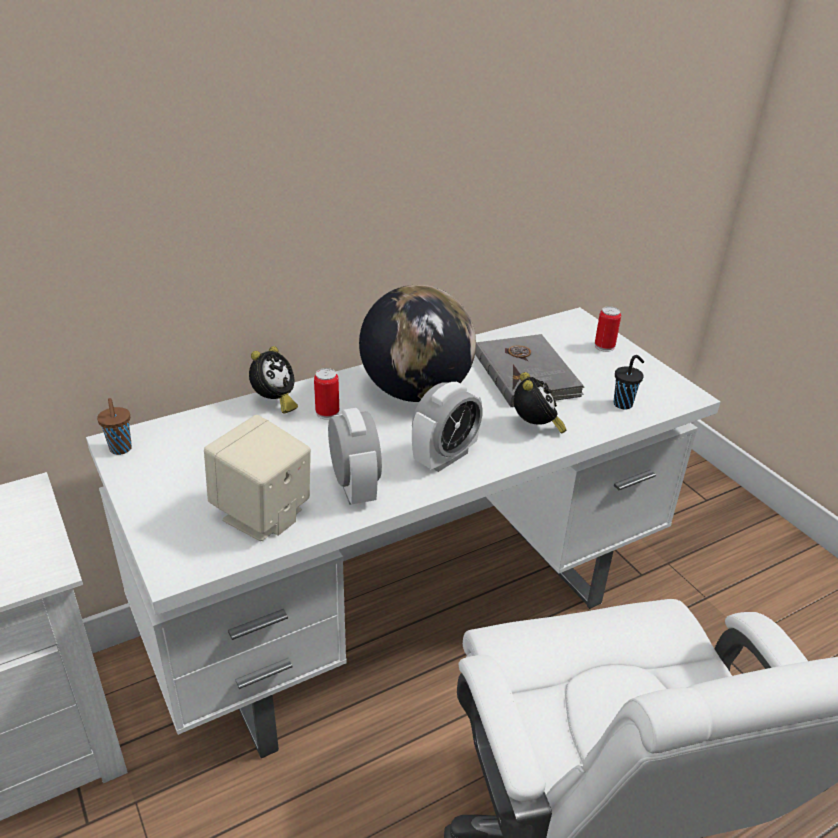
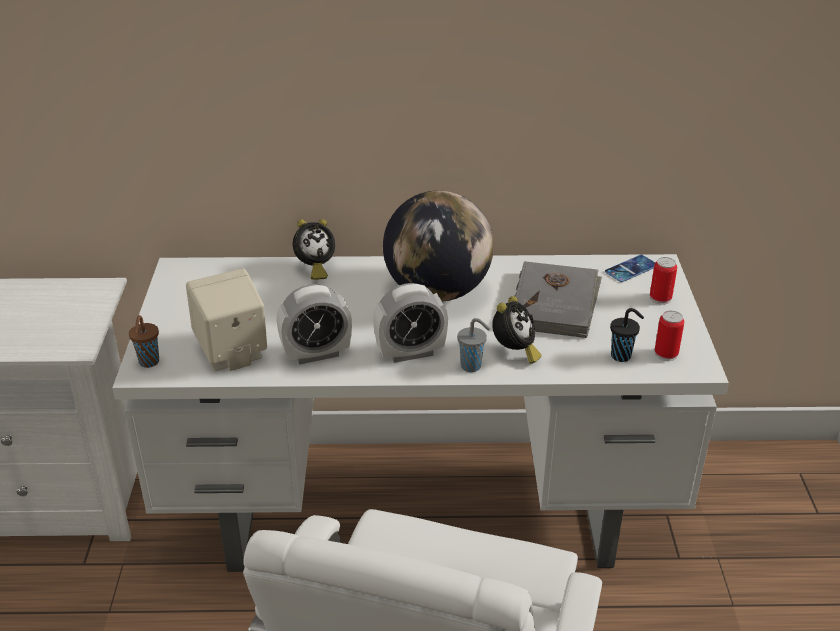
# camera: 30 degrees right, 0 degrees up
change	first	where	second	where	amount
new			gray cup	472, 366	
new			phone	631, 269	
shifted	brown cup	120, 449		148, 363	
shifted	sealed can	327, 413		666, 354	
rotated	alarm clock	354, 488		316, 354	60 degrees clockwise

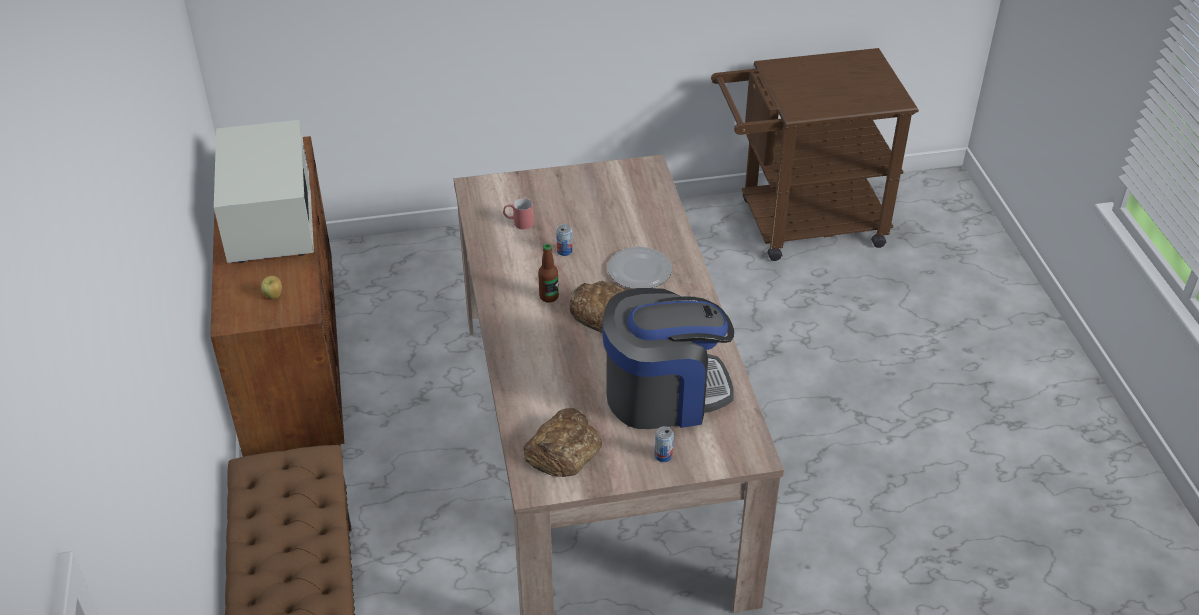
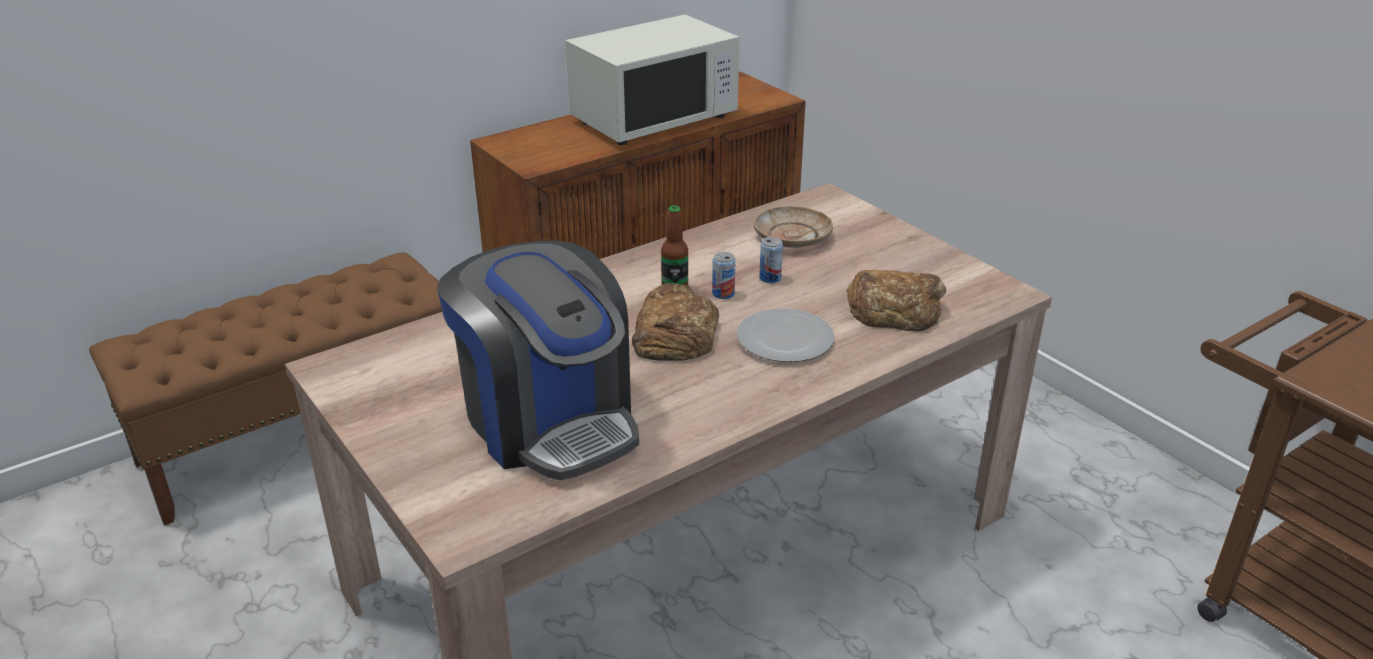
# camera: 65 degrees right, 10 degrees down
change	first	where	second	where	amount
gone	apple fruit	274, 295			
shifted	bread	563, 449		894, 309	
shifted	sealed can	663, 455		723, 294	
swapped	red-coloured coffee mug	518, 223	beige dinner plate	792, 237	

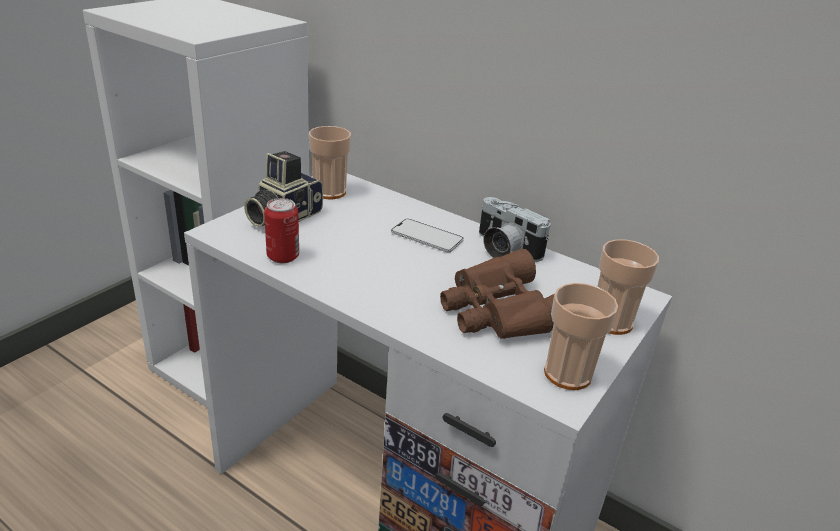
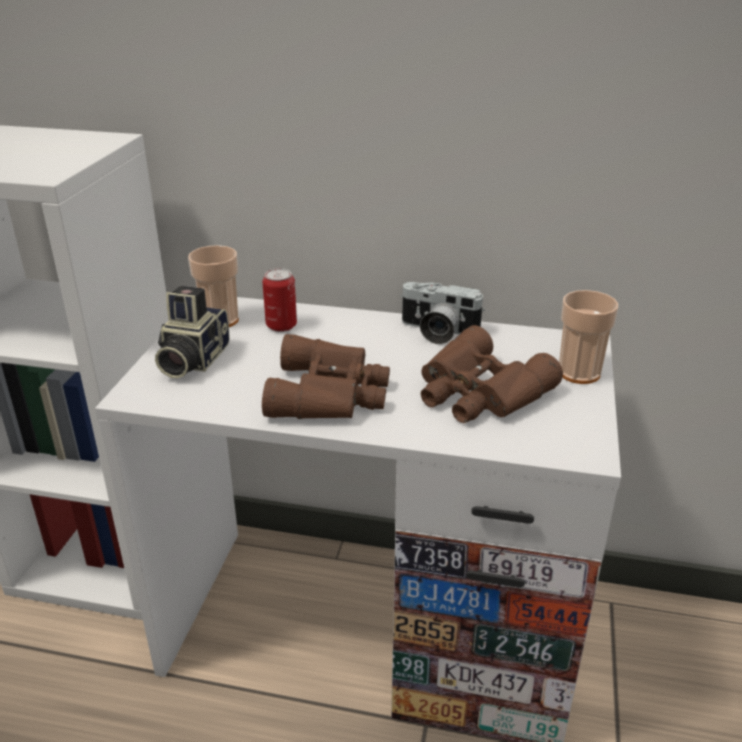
# camera: 20 degrees left, 0 degrees up
change	first	where	second	where	amount
gone	phone	427, 236			
gone	cup	567, 374			
new			brown binoculars	331, 393	
shifted	sealed can	283, 256		281, 326	

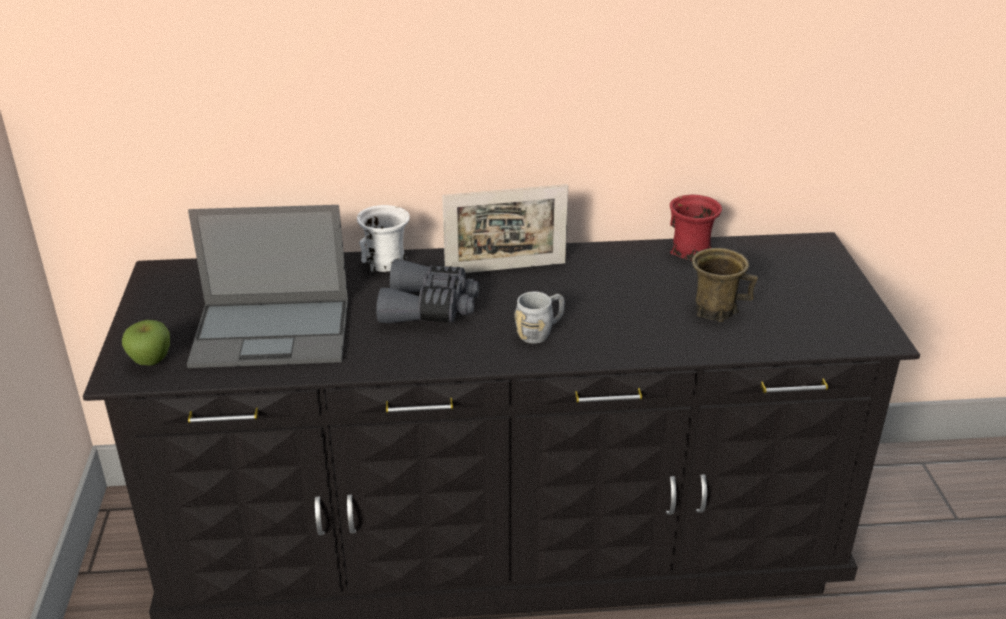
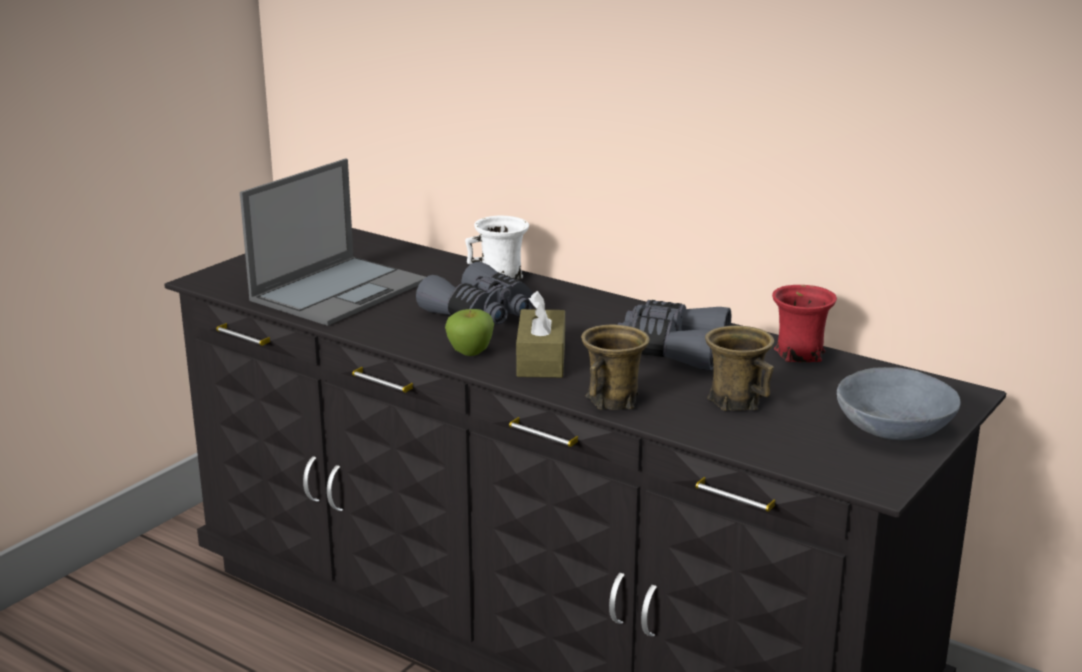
# camera: 40 degrees right, 10 degrees down
change	first	where	second	where	amount
gone	standing frame	505, 268			
new			brown coffee mug	614, 400	
new			gray binoculars	672, 349	
new			gray deep dish	895, 429	
shifted	apple fruit	151, 360		470, 352	
swapped	gray coffee mug	540, 332	brown box of tissues	541, 359	
rotated	portable computer	274, 332		340, 290	90 degrees counterclockwise

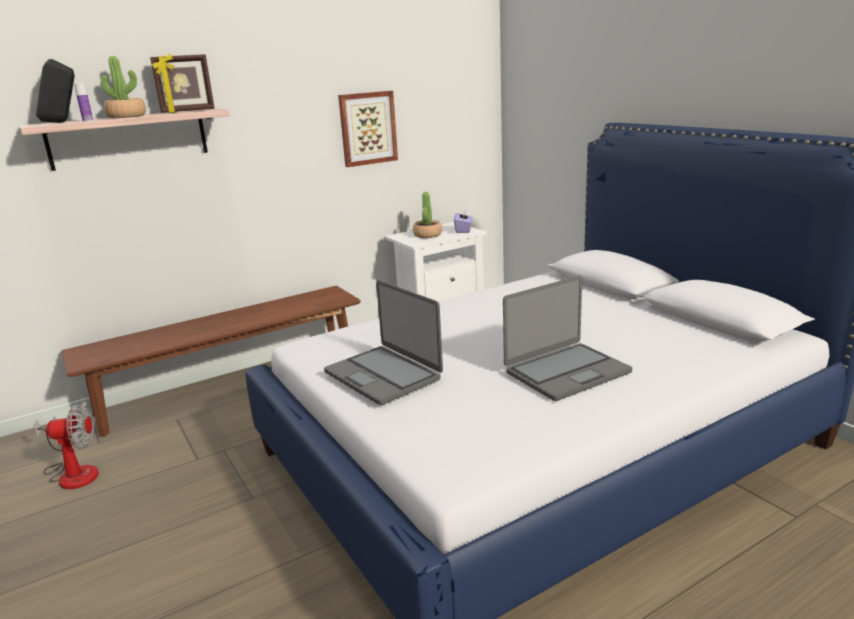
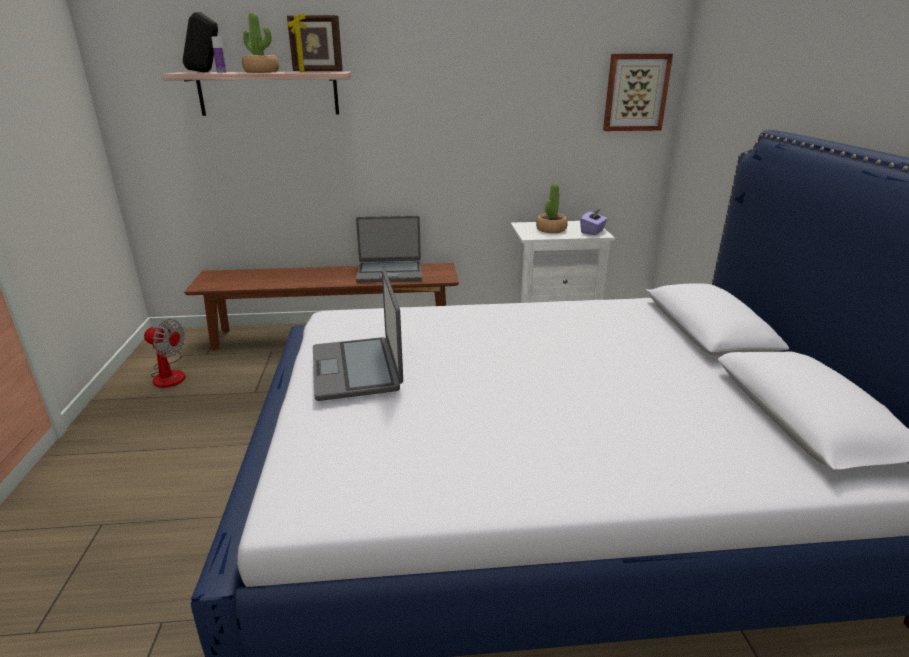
# camera: 25 degrees right, 5 degrees up
change	first	where	second	where	amount
shifted	wall picture	367, 128		635, 92	
shifted	portable computer	566, 372		389, 272	

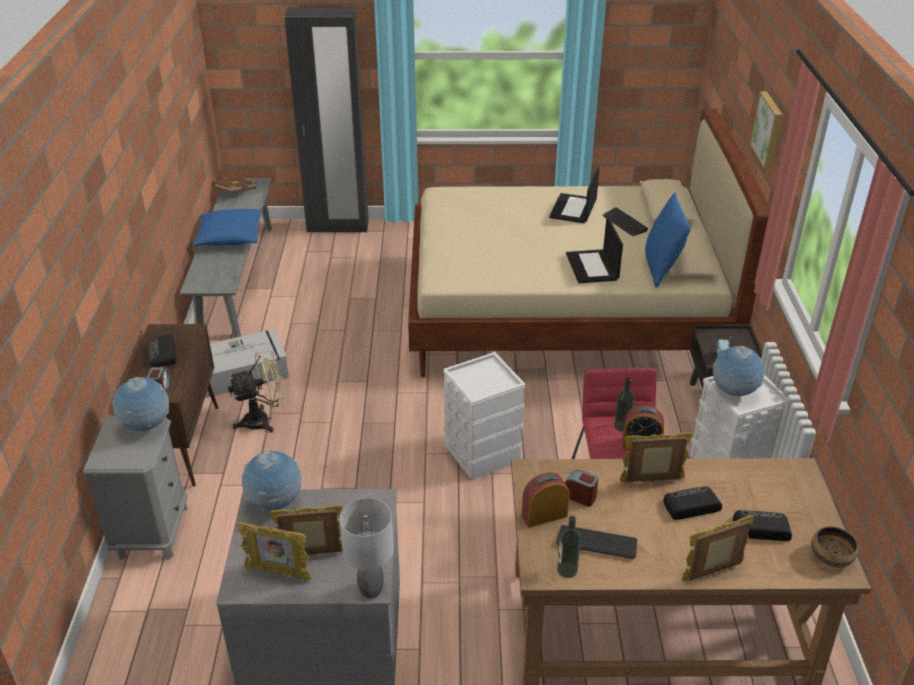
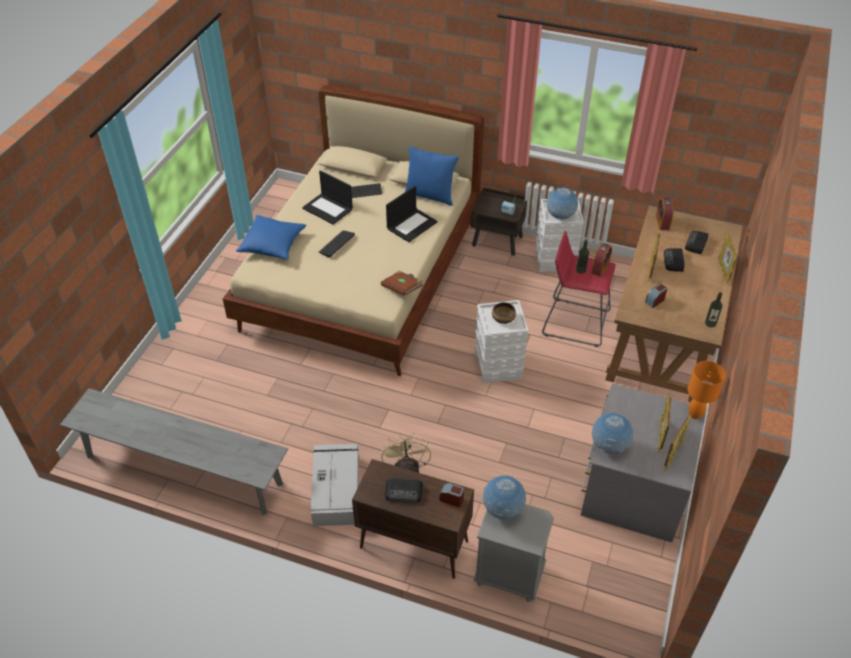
# camera: 70 degrees left, 10 degrees up
change	first	where	second	where	amount
gone	black armoire	337, 226			
gone	wall picture	769, 130			
shifted	bluish pillow	230, 238		272, 245	
shifted	brown book	236, 192		402, 289	
shifted	alarm clock	544, 515		662, 222	
shifted	computer keyboard	597, 542		336, 244	
shifted	deep dish	831, 556		503, 318	
repainted	gray table lamp	372, 589	orange-coloured table lamp	695, 413	
rotated	portable computer	593, 267		412, 225	60 degrees counterclockwise

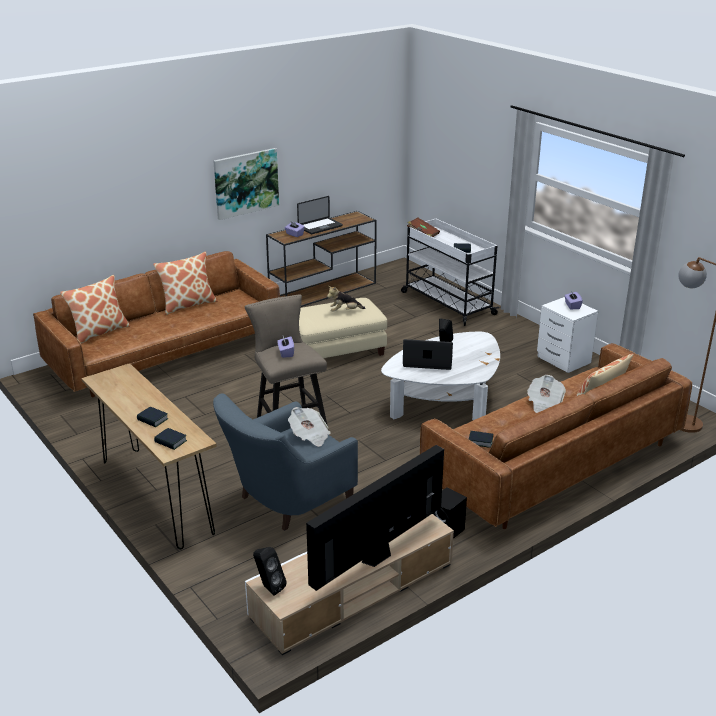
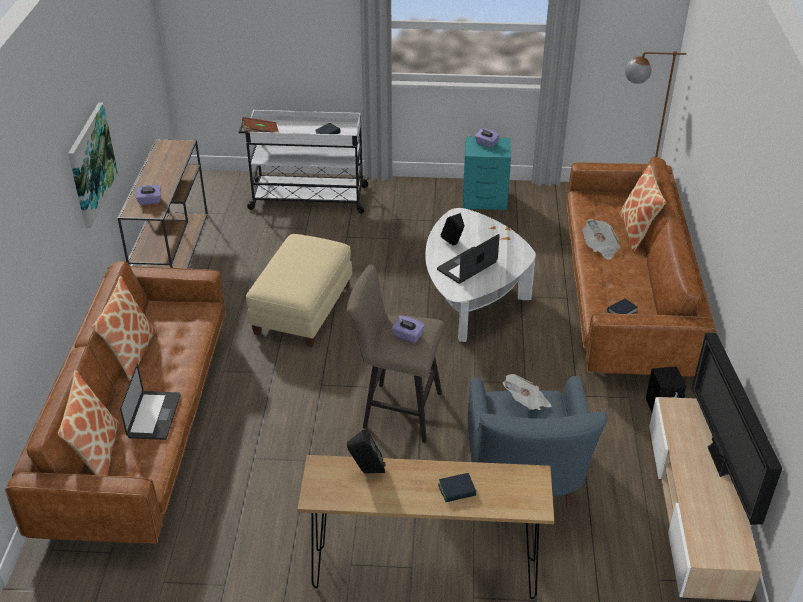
# camera: 50 degrees left, 10 degrees up
change	first	where	second	where	amount
gone	book	170, 441			
gone	soft toy	344, 311			
shifted	black loudspeaker	269, 587		366, 471	
shifted	portable computer	320, 227		154, 416	
repainted	whitish nightstand	563, 360	turquoise-coloured nightstand	485, 200	

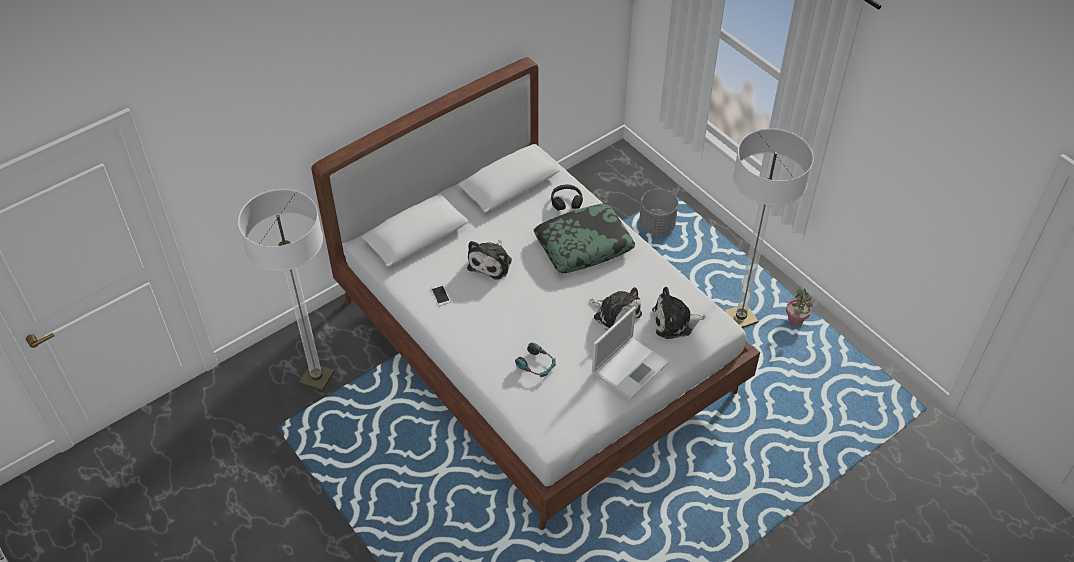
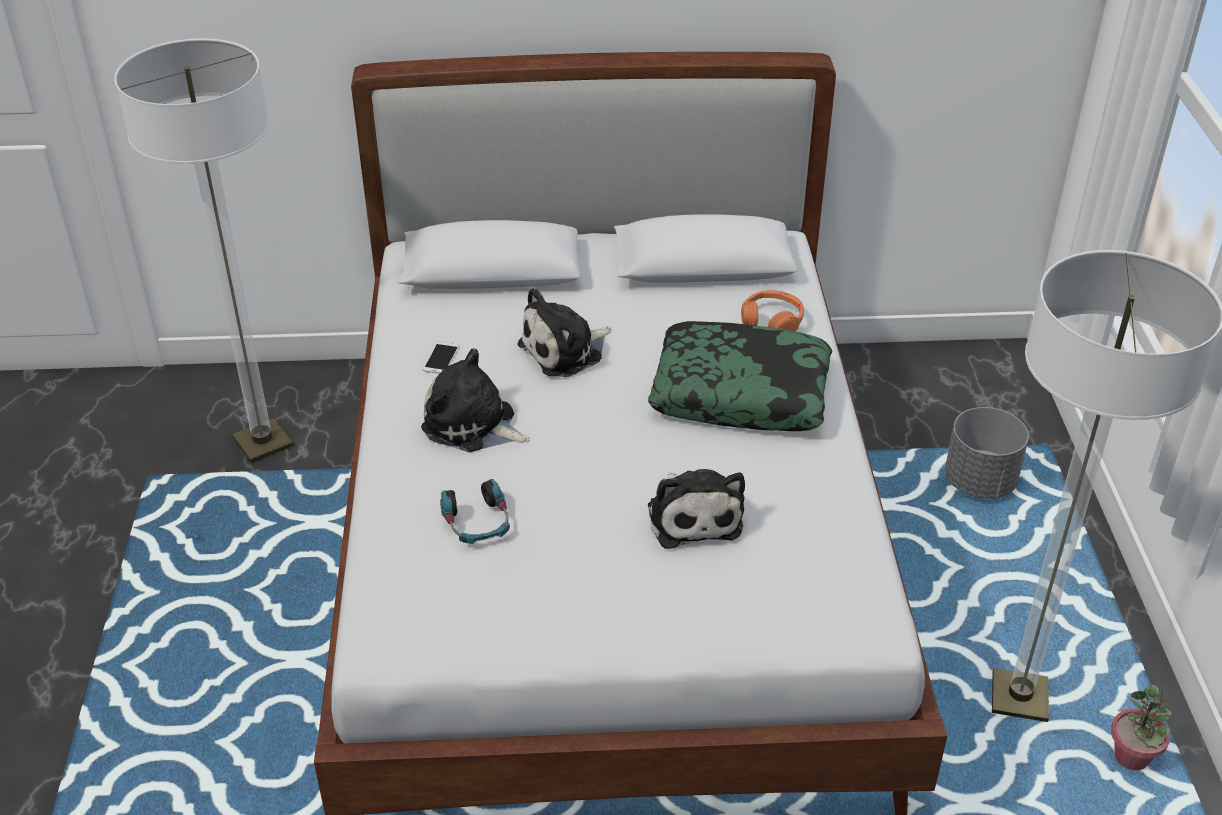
# camera: 35 degrees right, 10 degrees down
change	first	where	second	where	amount
gone	portable computer	631, 366			
shifted	soft toy	675, 322		473, 425	
repainted	black pair of headphones	566, 201	orange-coloured pair of headphones	772, 321	

